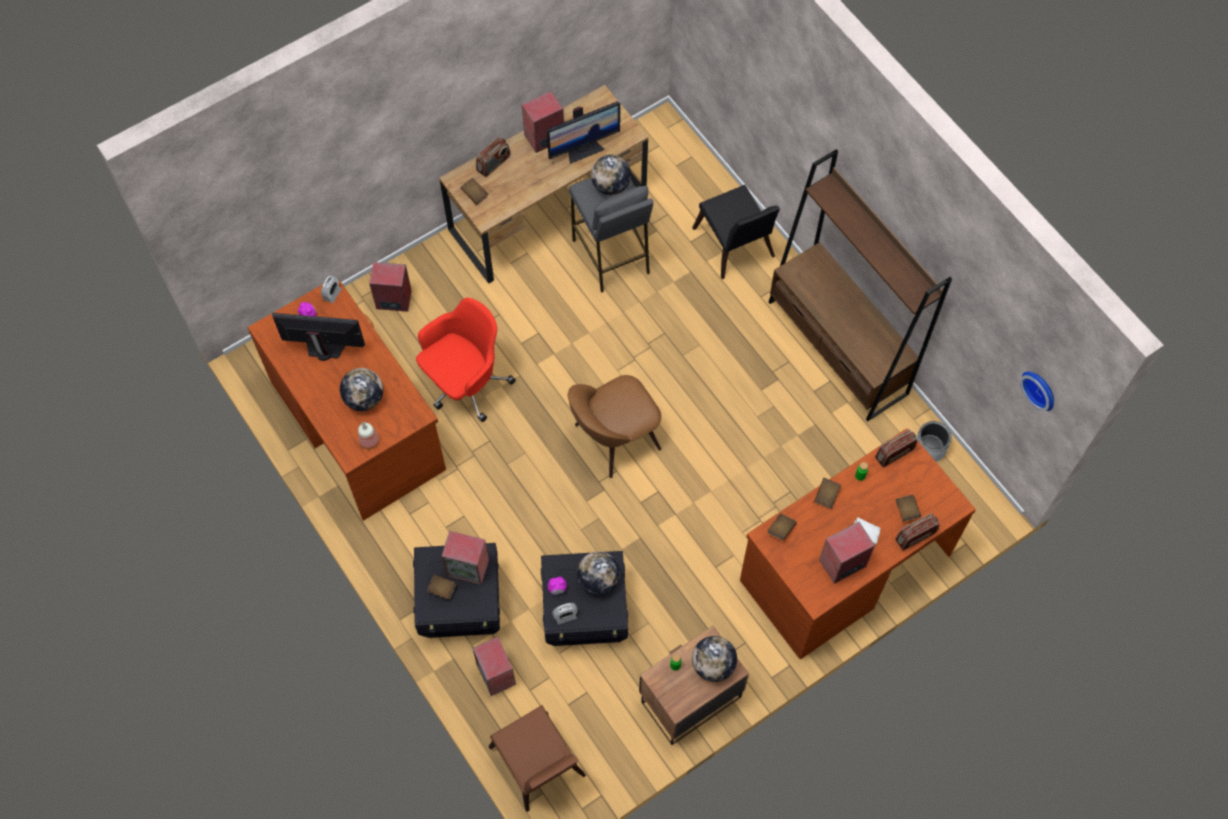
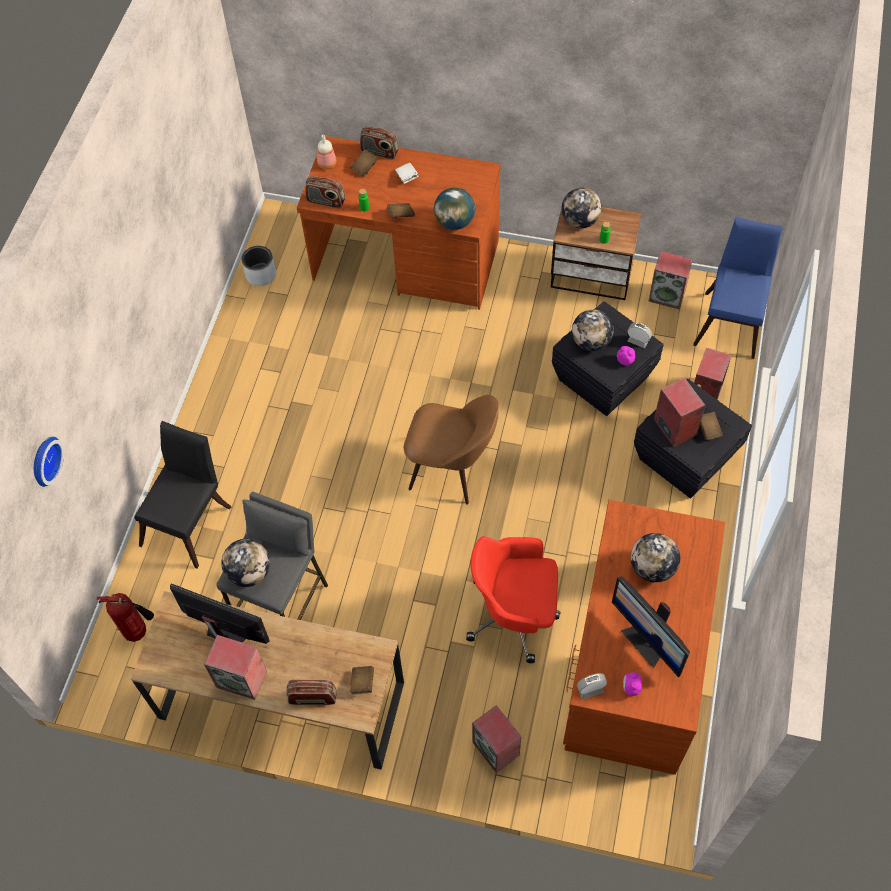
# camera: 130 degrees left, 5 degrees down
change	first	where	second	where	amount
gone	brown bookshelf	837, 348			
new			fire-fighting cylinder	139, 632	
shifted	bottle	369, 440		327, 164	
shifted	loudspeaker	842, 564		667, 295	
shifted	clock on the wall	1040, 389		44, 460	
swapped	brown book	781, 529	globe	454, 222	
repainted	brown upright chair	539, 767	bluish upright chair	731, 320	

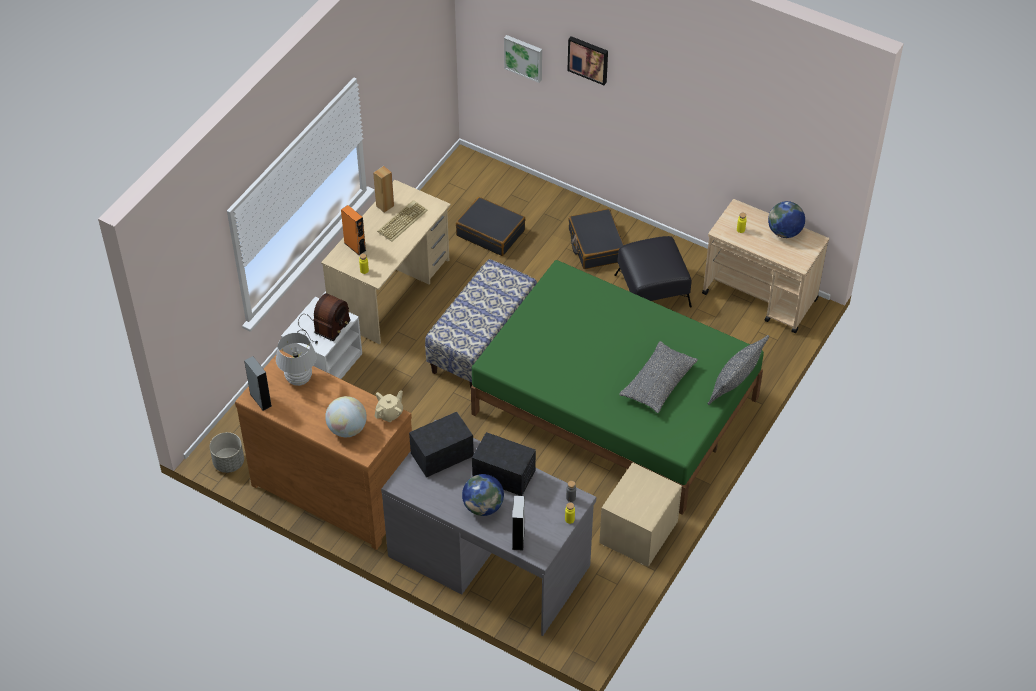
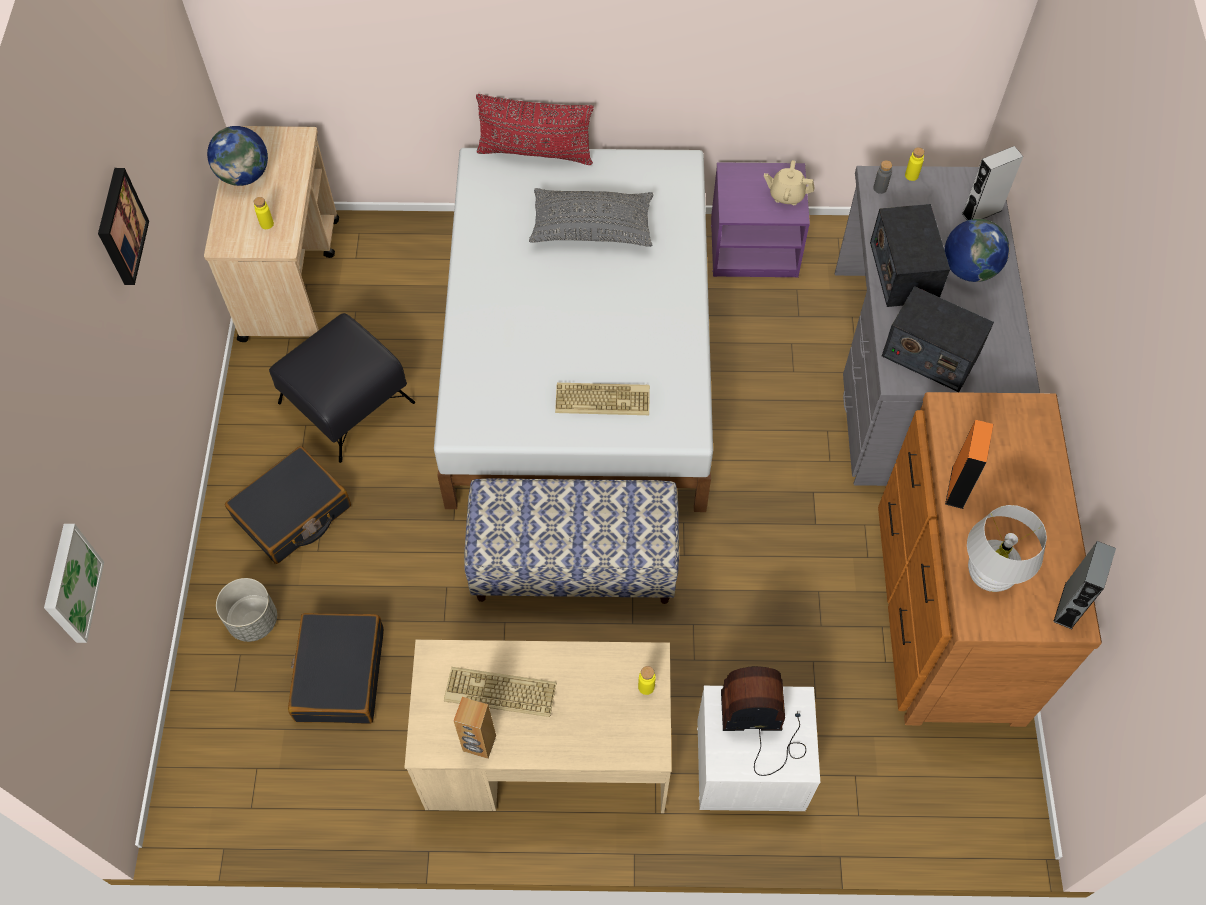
# camera: 120 degrees left, 10 degrees up
change	first	where	second	where	amount
gone	globe	347, 429			
new			computer keyboard	603, 398	
shifted	gray plant pot	228, 463		253, 620	
shifted	orange-coloured loudspeaker	355, 246		957, 487	
shifted	beige tea pot	390, 413		786, 195	
shifted	wall picture	588, 59		119, 227	
repainted	green bed	615, 406	whitish bed	580, 355	
repainted	beige nightstand	639, 533	purple nightstand	754, 247	
repainted	gray pillow	735, 382	red-coloured pillow	535, 152	

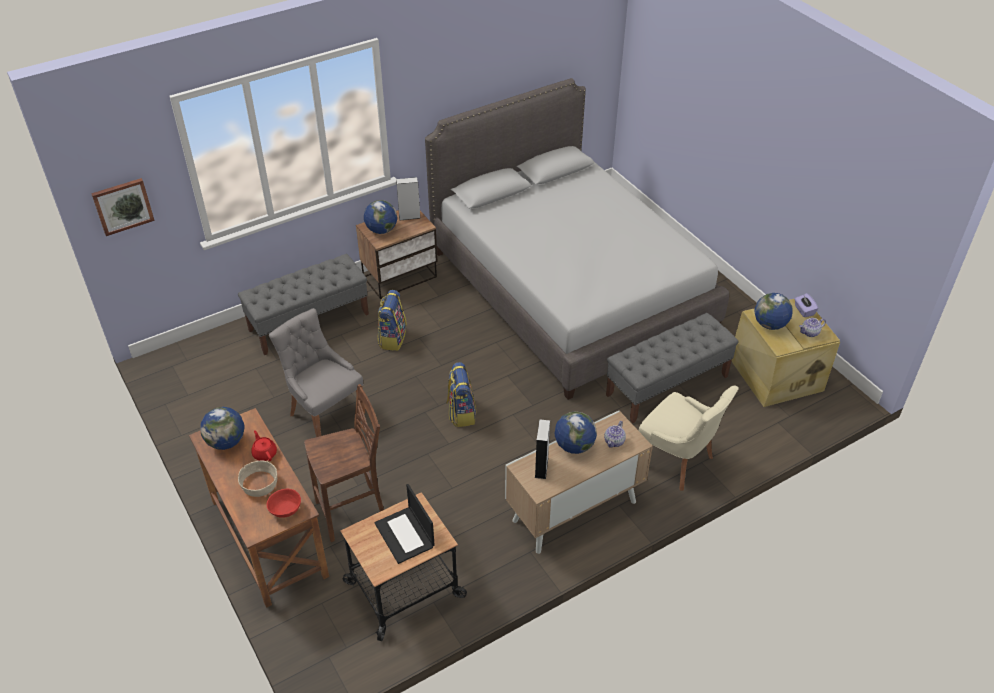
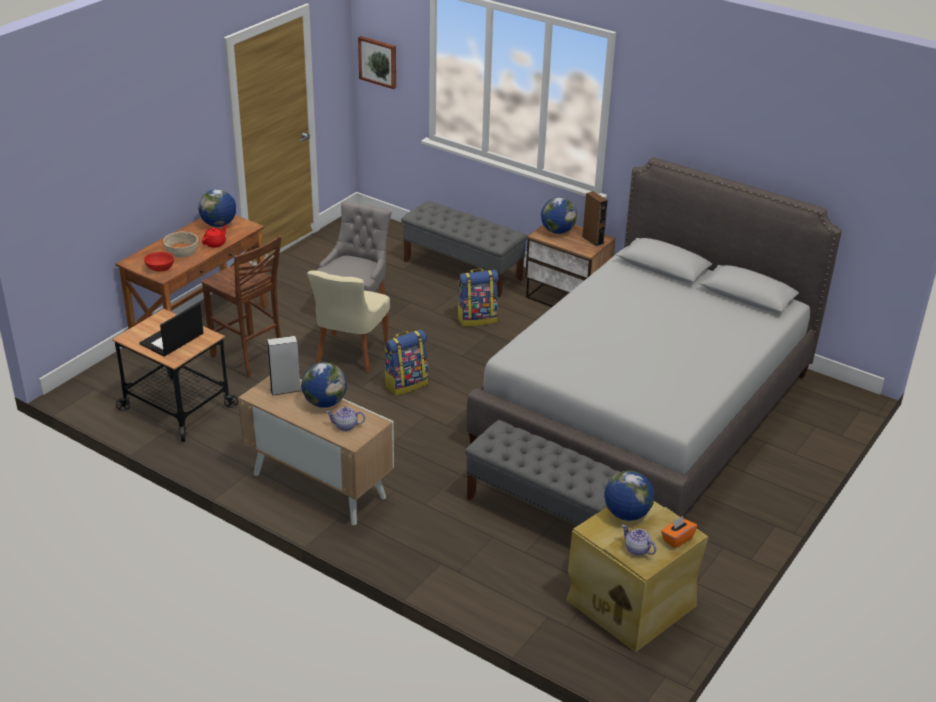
# camera: 65 degrees right, 10 degrees down
change	first	where	second	where	amount
shifted	beige upright chair	677, 462		350, 355	
repainted	gray loudspeaker	409, 216	brown loudspeaker	593, 240	
repainted	purple box of tissues	804, 311	orange-coloured box of tissues	677, 539	

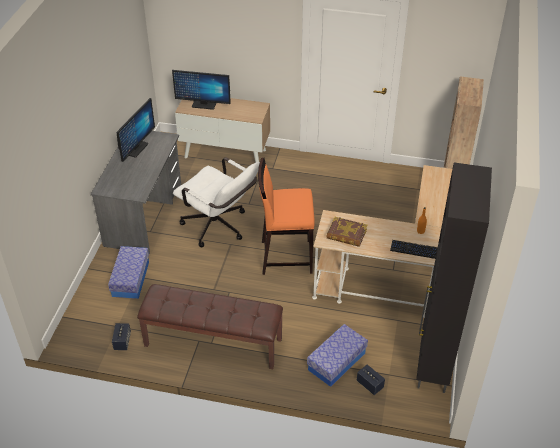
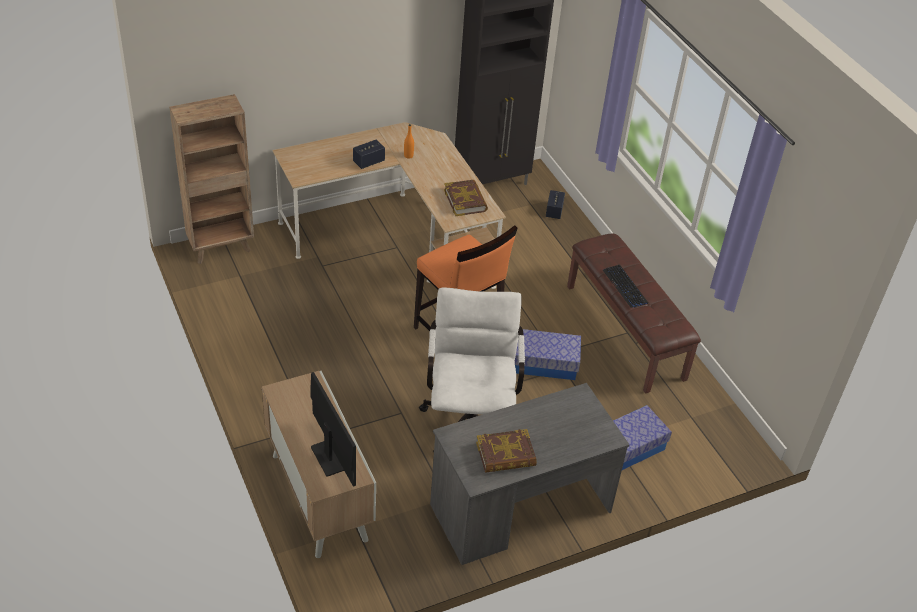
# camera: 130 degrees left, 0 degrees up
change	first	where	second	where	amount
shifted	loudspeaker	122, 342		368, 162	
shifted	storage bin	336, 361		542, 363	
shifted	computer keyboard	415, 250		625, 287	
swapped	monitor	136, 149	book	506, 455	

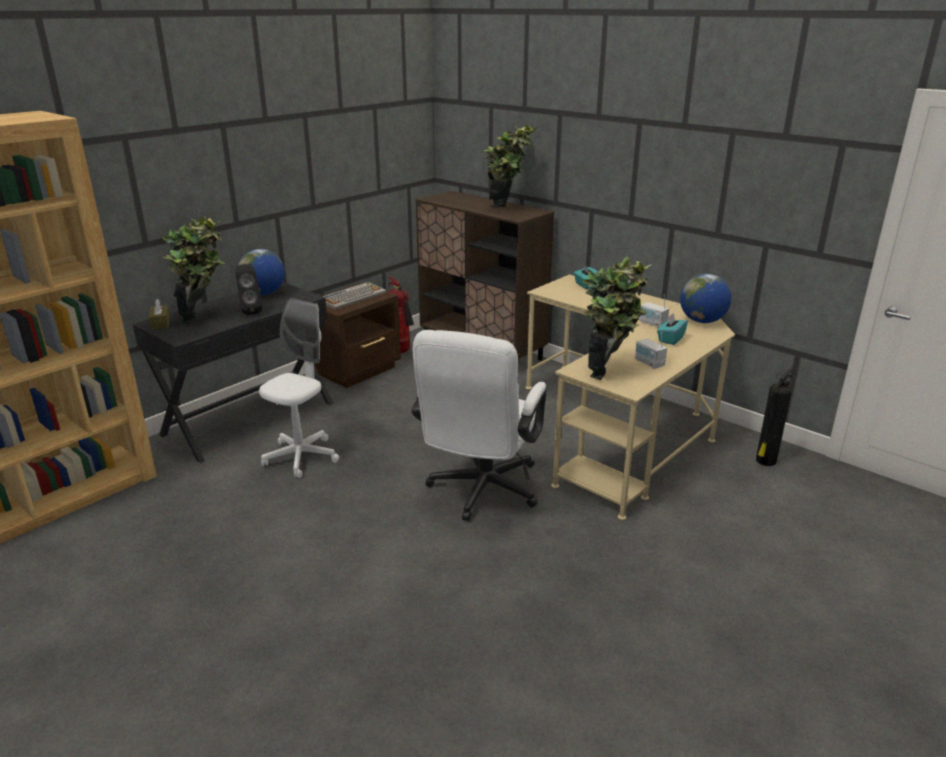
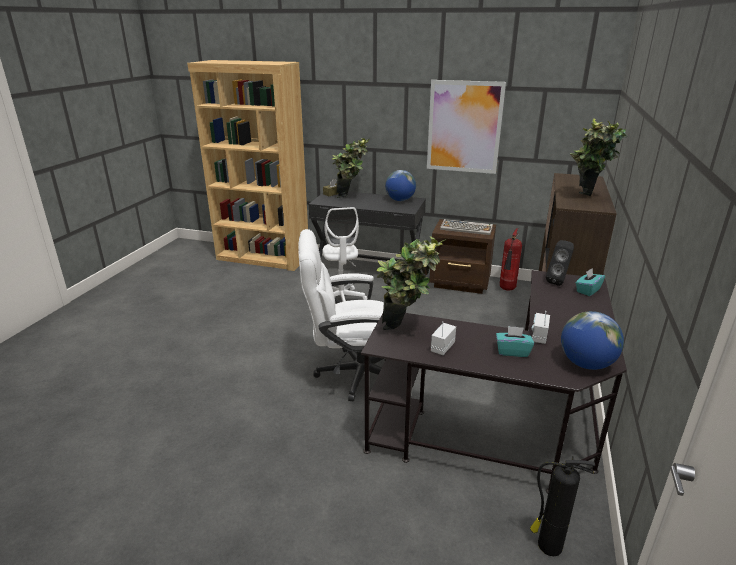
# camera: 65 degrees right, 0 degrees up
change	first	where	second	where	amount
new			wall picture	464, 127	
shifted	black loudspeaker	250, 311		558, 281	
repainted	beige desk unit	621, 429	black desk unit	508, 423	
rotated	whitish desk chair	301, 457		342, 300	75 degrees clockwise

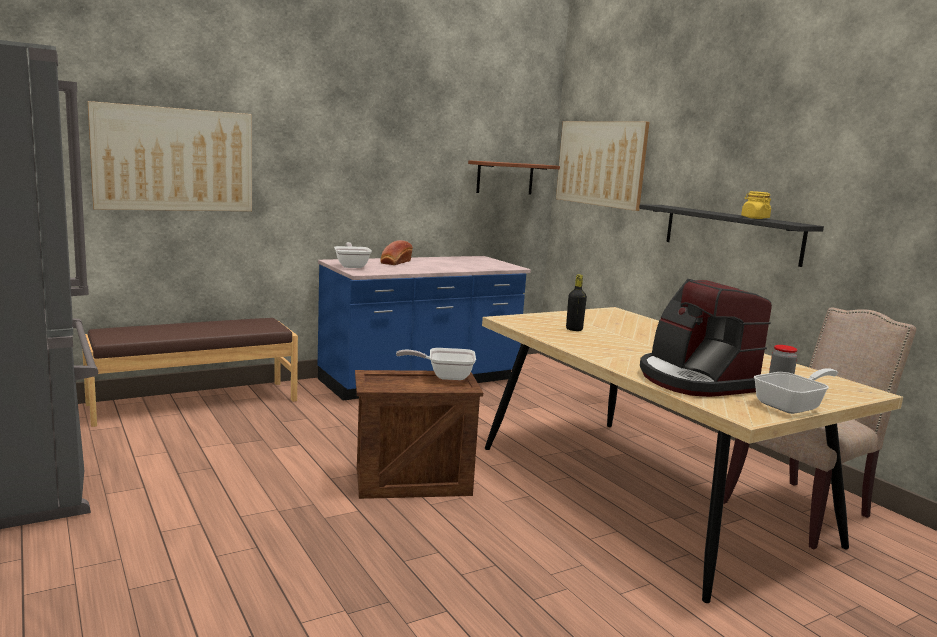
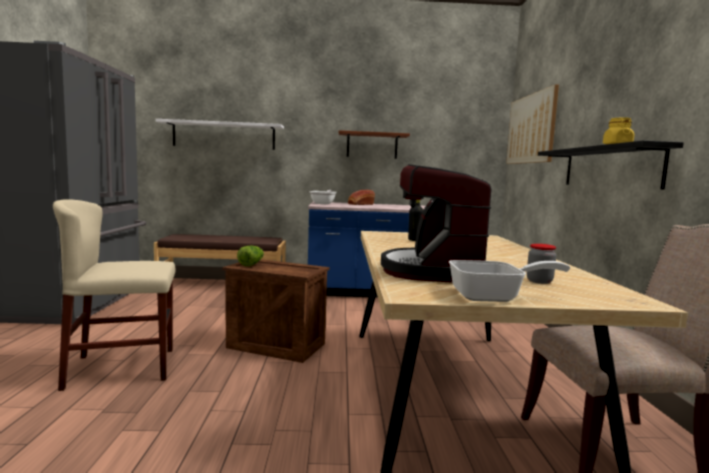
# camera: 30 degrees right, 5 degrees down
change	first	where	second	where	amount
gone	frying pan	445, 376			
new			beige upright chair	122, 368	
new			head of lettuce	251, 264	
shifted	brown wall shelf	505, 178		372, 145	
swapped	wall picture	174, 159	whitish wall shelf	224, 135	

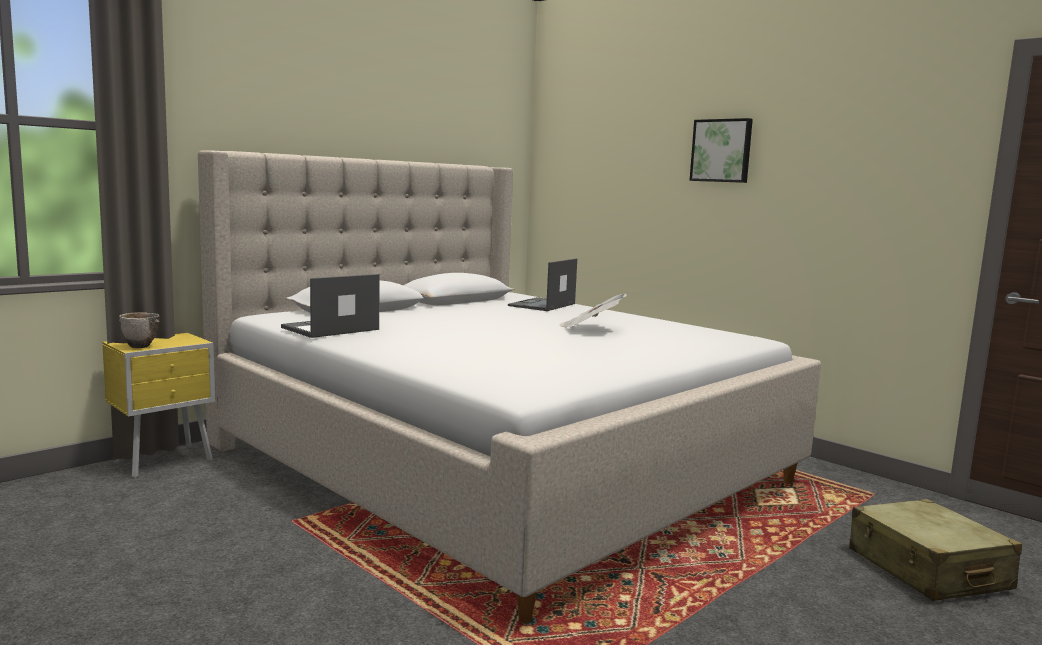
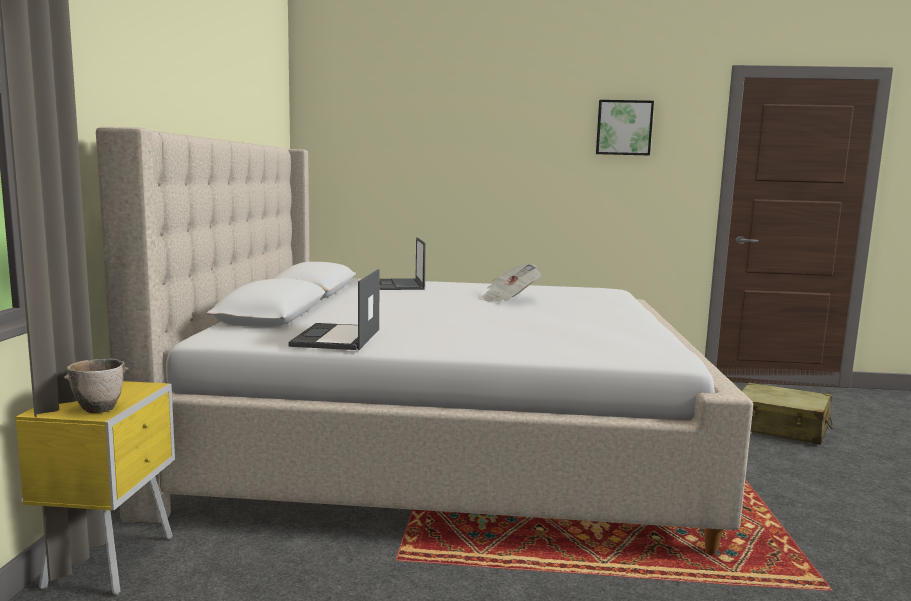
# camera: 40 degrees left, 0 degrees up
change	first	where	second	where	amount
shifted	wall picture	722, 150		623, 128	

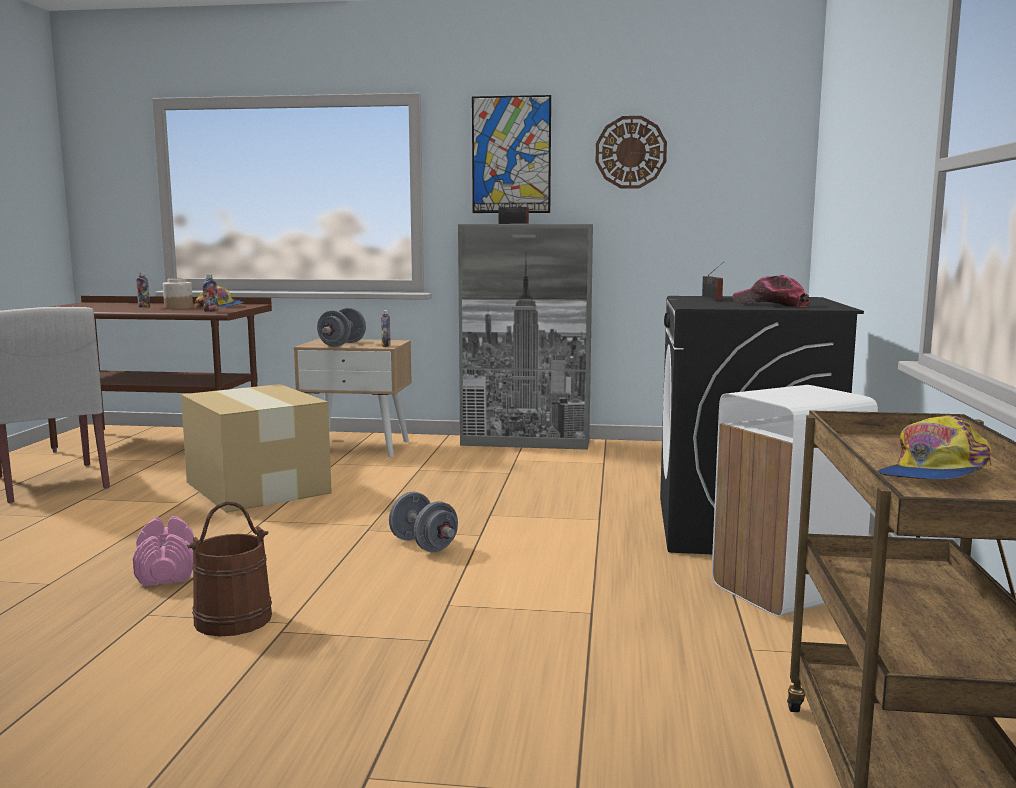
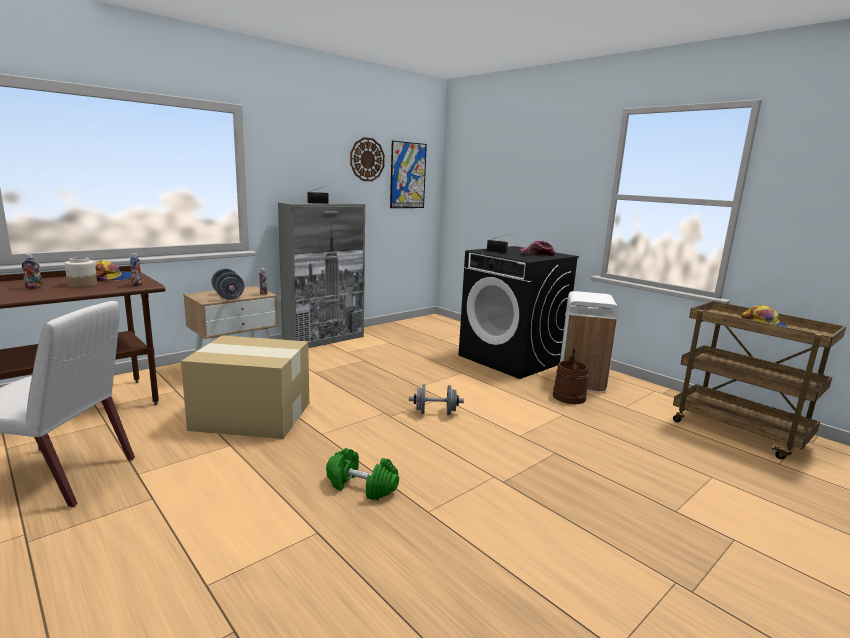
# camera: 50 degrees left, 5 degrees up
change	first	where	second	where	amount
shifted	brown pail	233, 619		569, 397	
shifted	wall picture	511, 155		408, 175	
repainted	pinkish free weight	165, 571	green free weight	361, 486	

